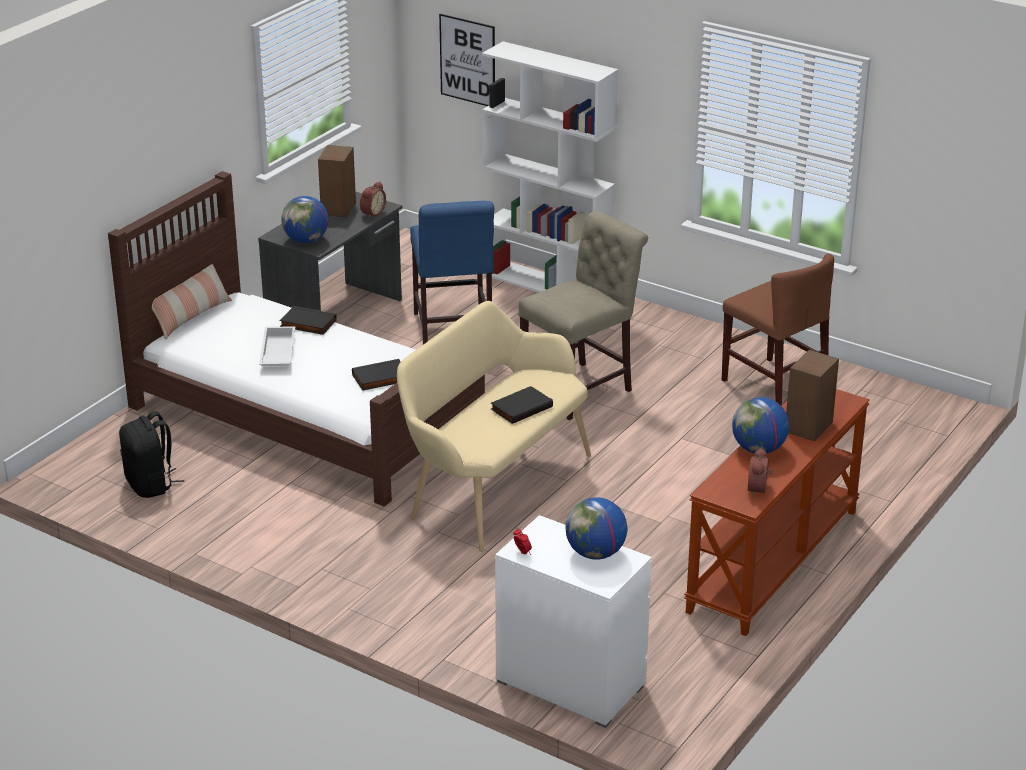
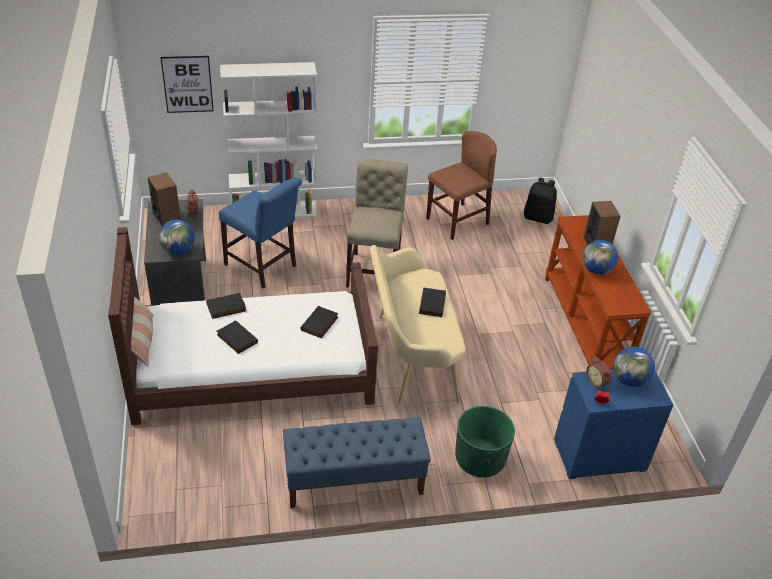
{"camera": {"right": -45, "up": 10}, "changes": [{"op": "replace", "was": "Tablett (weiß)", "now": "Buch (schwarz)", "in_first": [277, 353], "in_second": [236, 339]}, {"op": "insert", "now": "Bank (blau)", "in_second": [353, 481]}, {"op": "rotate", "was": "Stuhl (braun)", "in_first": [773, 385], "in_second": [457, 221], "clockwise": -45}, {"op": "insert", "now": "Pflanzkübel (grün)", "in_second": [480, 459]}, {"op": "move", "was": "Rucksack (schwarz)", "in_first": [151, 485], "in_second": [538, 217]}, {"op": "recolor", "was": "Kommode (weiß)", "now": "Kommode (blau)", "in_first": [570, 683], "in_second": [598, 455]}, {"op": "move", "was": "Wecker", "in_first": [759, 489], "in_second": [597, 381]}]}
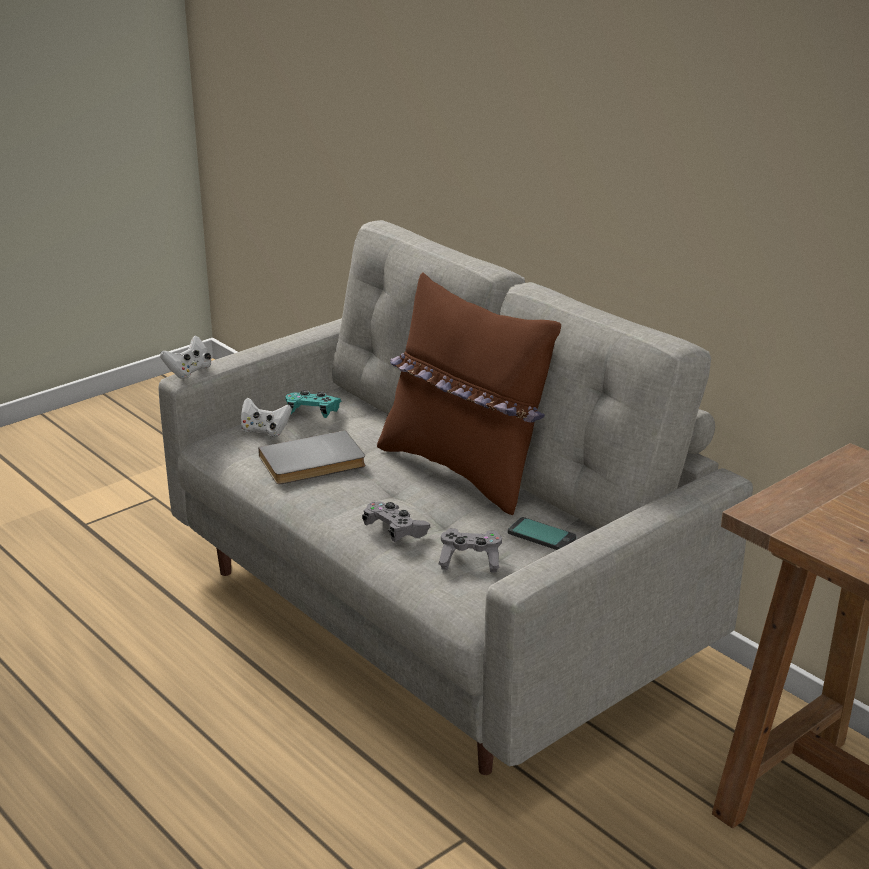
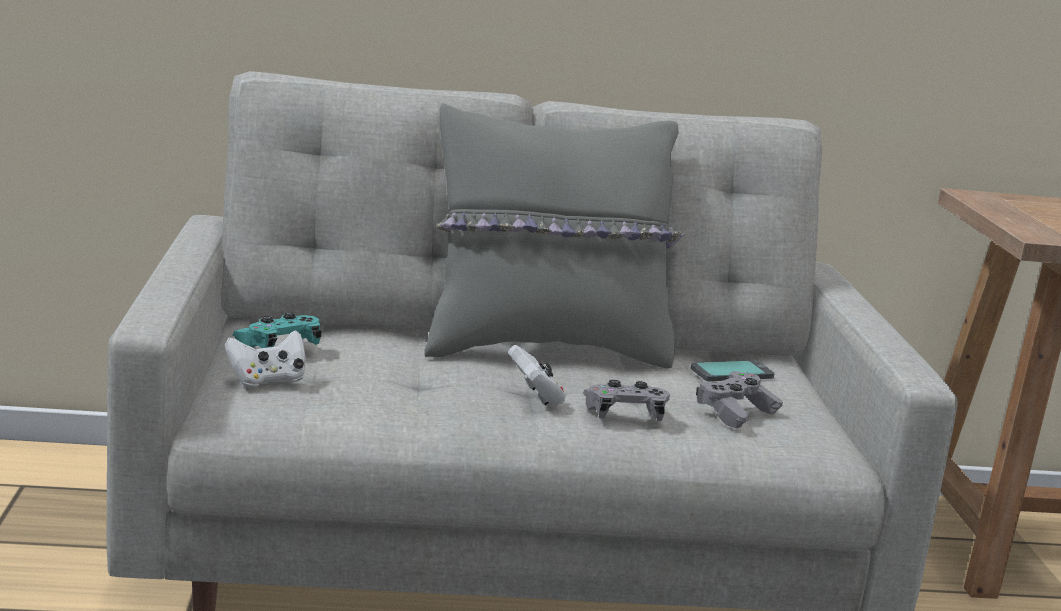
{"camera": {"right": -55, "up": -10}, "changes": [{"op": "recolor", "was": "Kissen (braun)", "now": "Kissen (grau)", "in_first": [464, 470], "in_second": [545, 349]}, {"op": "move", "was": "Gamepad (weiß)", "in_first": [189, 371], "in_second": [536, 397]}, {"op": "delete", "was": "Buch (grau)", "in_first": [313, 463]}]}
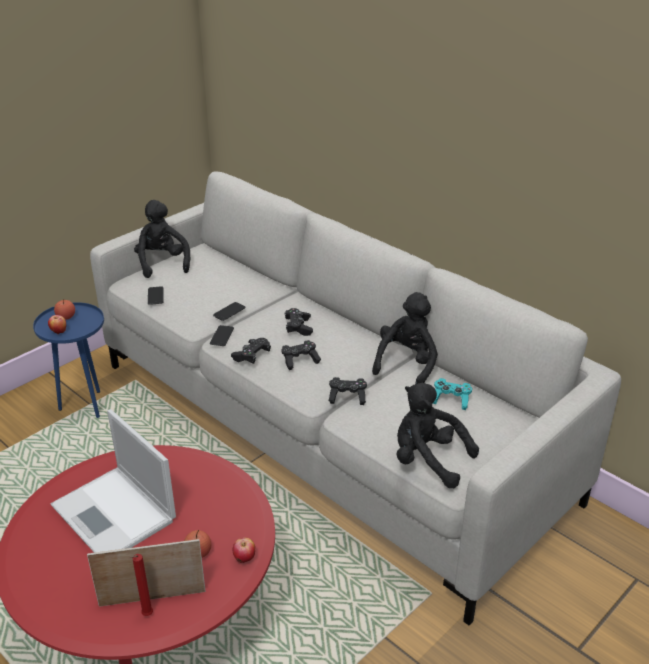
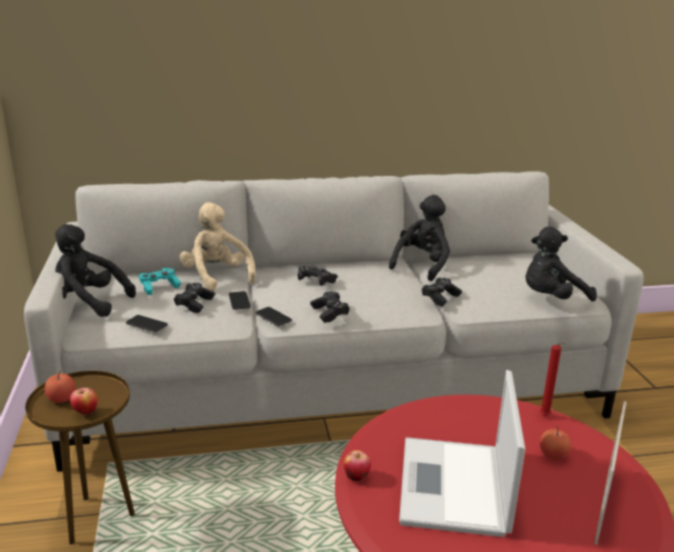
{"camera": {"right": -55, "up": -10}, "changes": [{"op": "recolor", "was": "Beistelltisch (blau)", "now": "Beistelltisch (braun)", "in_first": [85, 406], "in_second": [97, 518]}, {"op": "move", "was": "Gamepad (türkis)", "in_first": [451, 400], "in_second": [159, 287]}, {"op": "move", "was": "Gamepad (schwarz)", "in_first": [300, 360], "in_second": [195, 304]}, {"op": "insert", "now": "Plüschtier (beige)", "in_second": [216, 277]}, {"op": "move", "was": "Apfel", "in_first": [244, 559], "in_second": [357, 477]}, {"op": "rotate", "was": "Plüschtier (schwarz)", "in_first": [407, 363], "in_second": [422, 265], "clockwise": 60}, {"op": "rotate", "was": "Laptop", "in_first": [115, 514], "in_second": [454, 488], "clockwise": 105}, {"op": "move", "was": "Kerze (rot)", "in_first": [146, 615], "in_second": [545, 417]}]}
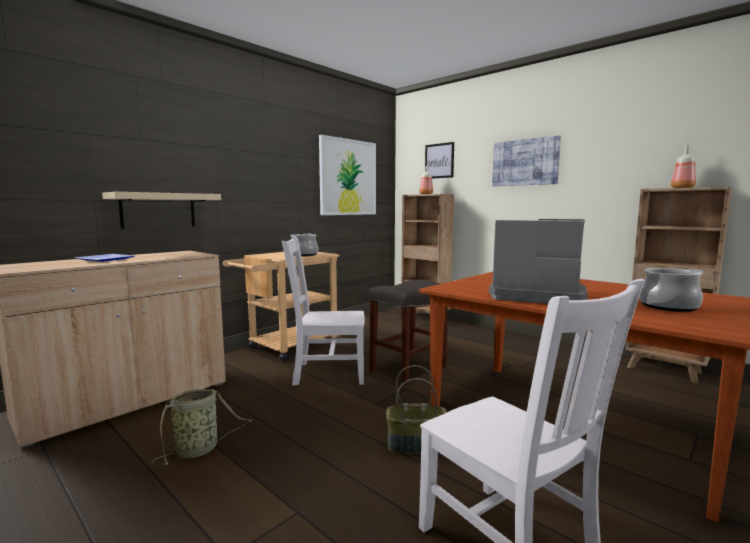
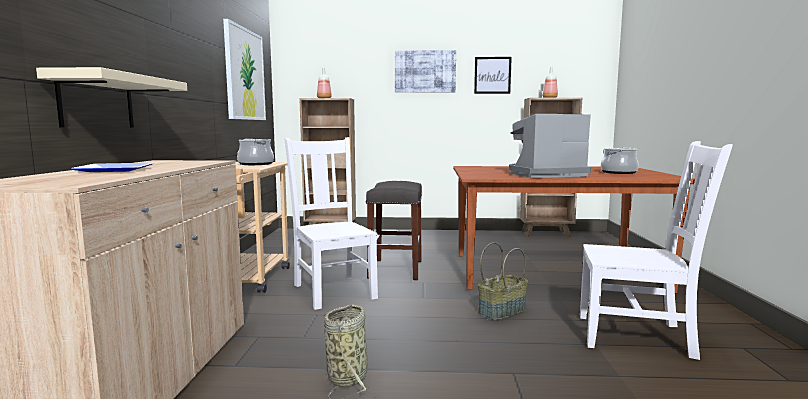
{"camera": {"right": -40, "up": 0}, "changes": [{"op": "rotate", "was": "Stuhl (weiß)", "in_first": [326, 373], "in_second": [333, 290], "clockwise": 105}, {"op": "move", "was": "Bild", "in_first": [439, 161], "in_second": [492, 75]}]}
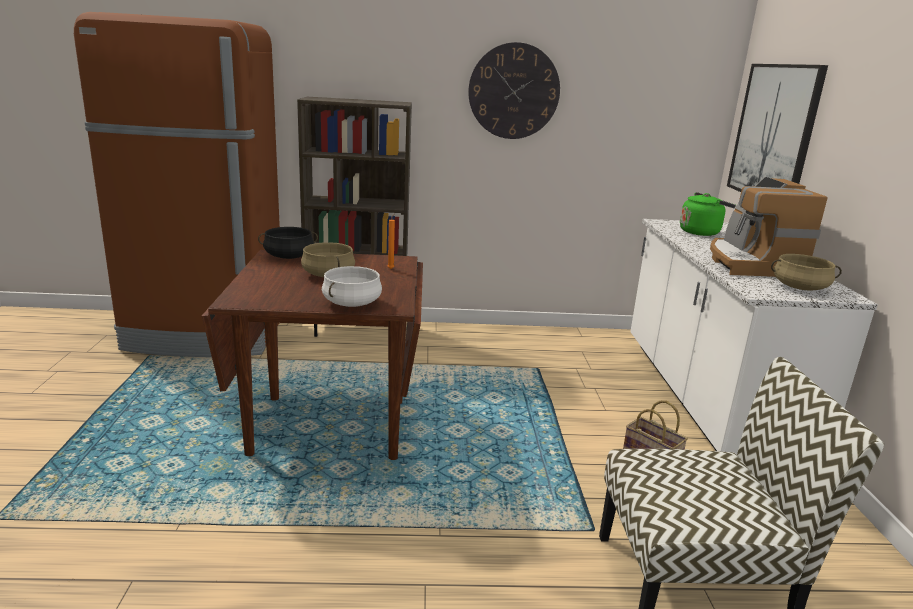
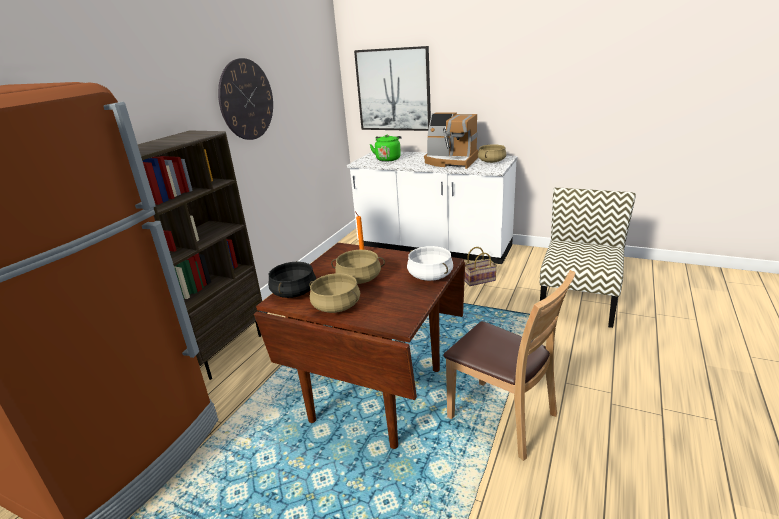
{"camera": {"right": -60, "up": 5}, "changes": [{"op": "insert", "now": "Kochtopf (beige)", "in_second": [336, 306]}, {"op": "insert", "now": "Stuhl (braun)", "in_second": [502, 417]}]}
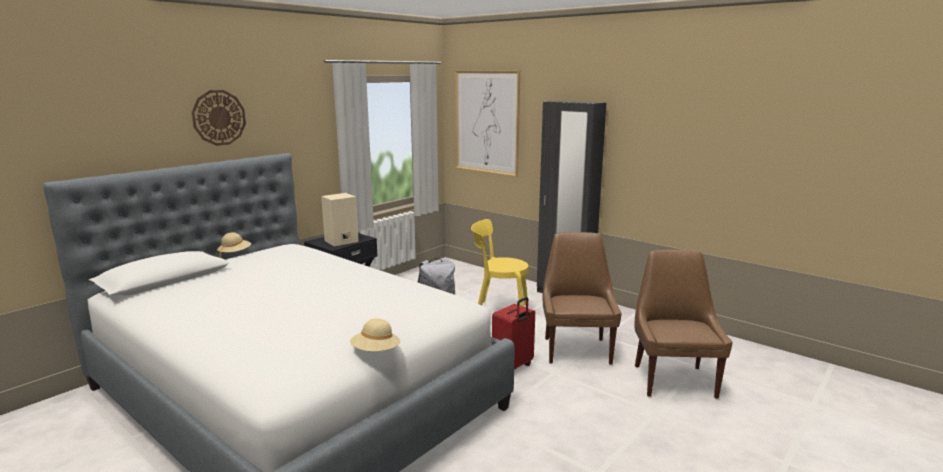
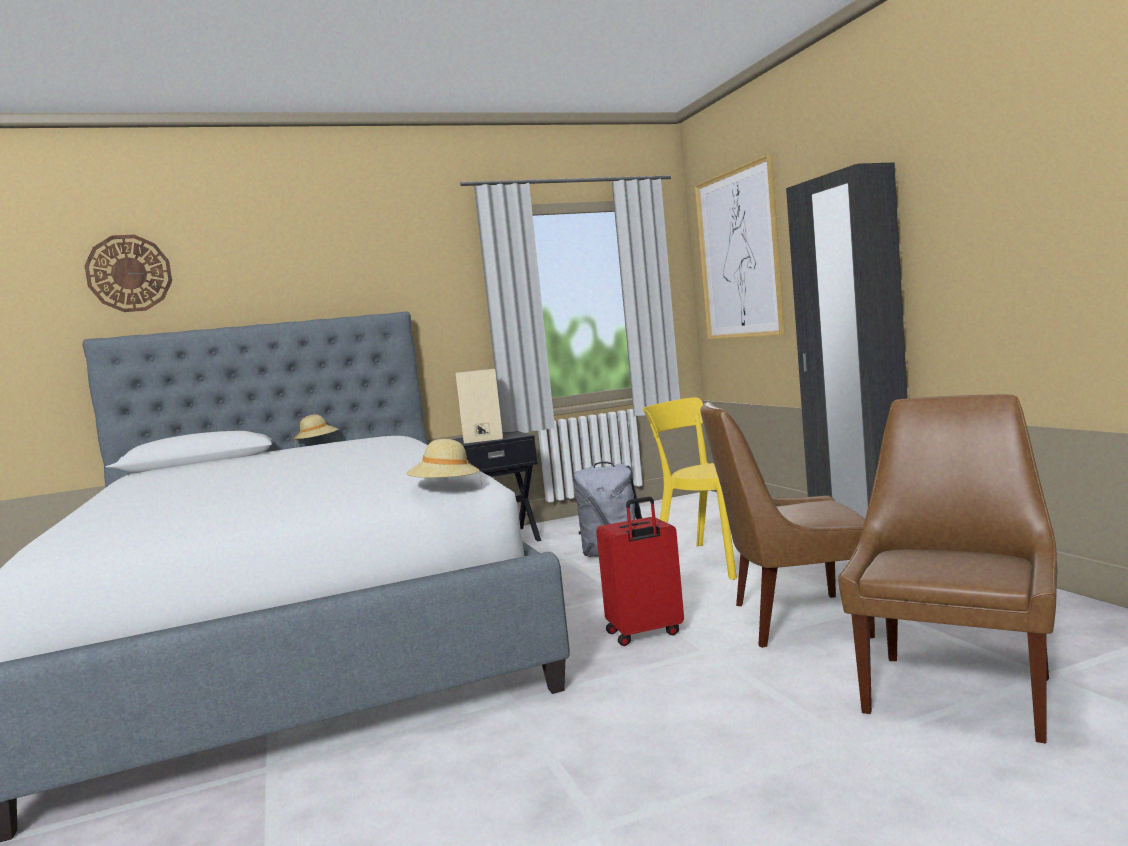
{"camera": {"right": 30, "up": -10}, "changes": [{"op": "move", "was": "Wanduhr", "in_first": [219, 117], "in_second": [129, 273]}, {"op": "move", "was": "Hut (beige)", "in_first": [375, 352], "in_second": [445, 490]}, {"op": "rotate", "was": "Stuhl (braun)", "in_first": [576, 349], "in_second": [793, 621], "clockwise": -120}]}
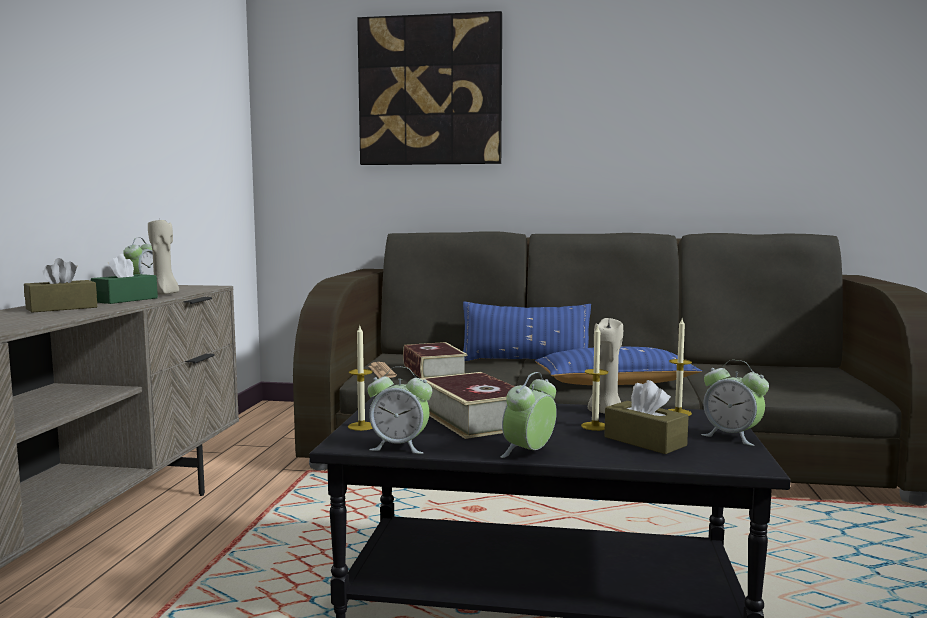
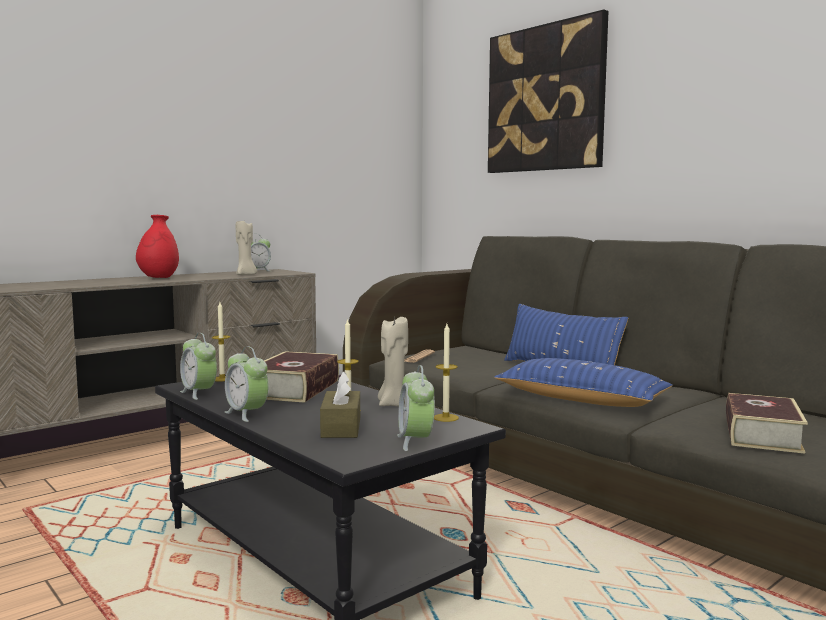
{"camera": {"right": 40, "up": 0}, "changes": [{"op": "replace", "was": "Taschentuchbox (braun)", "now": "Vase (rot)", "in_first": [62, 308], "in_second": [158, 278]}, {"op": "rotate", "was": "Wecker", "in_first": [529, 453], "in_second": [247, 414], "clockwise": -120}, {"op": "move", "was": "Buch", "in_first": [434, 370], "in_second": [762, 435]}, {"op": "delete", "was": "Taschentuchbox (grün)", "in_first": [125, 300]}]}
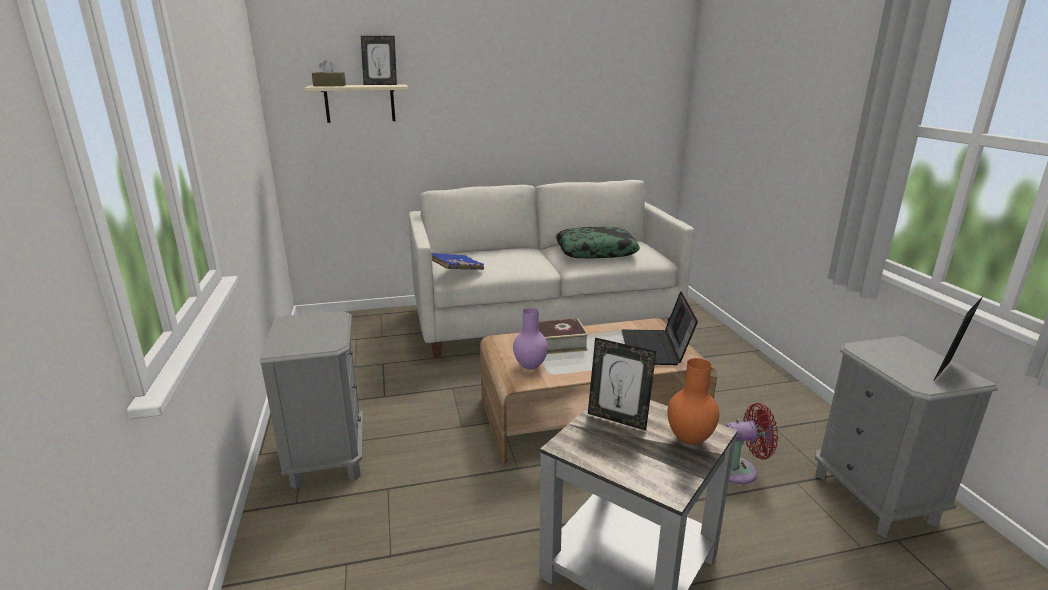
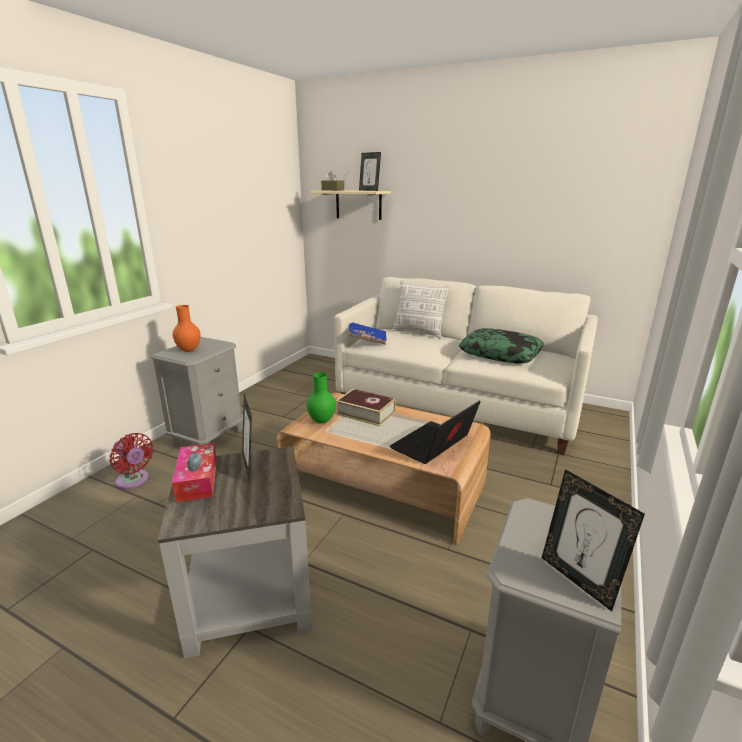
{"camera": {"right": 40, "up": 0}, "changes": [{"op": "move", "was": "Ventilator (rot)", "in_first": [740, 470], "in_second": [134, 481]}, {"op": "move", "was": "Vase (orange)", "in_first": [688, 440], "in_second": [188, 350]}, {"op": "insert", "now": "Taschentuchbox", "in_second": [197, 480]}, {"op": "recolor", "was": "Vase (lila)", "now": "Vase (grün)", "in_first": [531, 366], "in_second": [322, 421]}, {"op": "insert", "now": "Kissen", "in_second": [419, 333]}, {"op": "rotate", "was": "Bilderrahmen", "in_first": [947, 373], "in_second": [578, 580], "clockwise": -120}]}
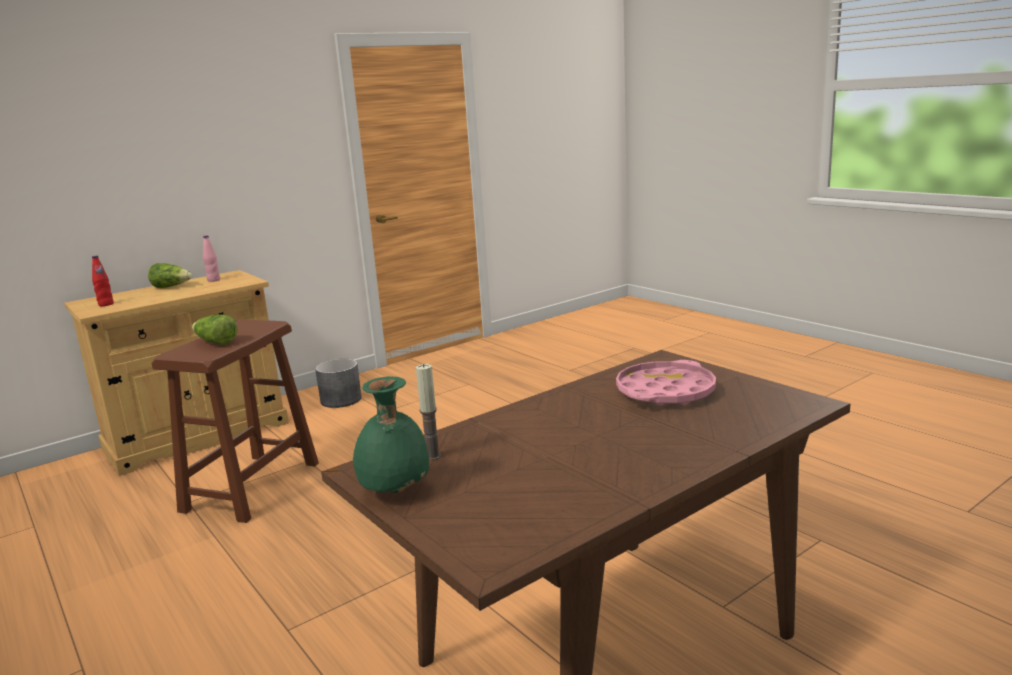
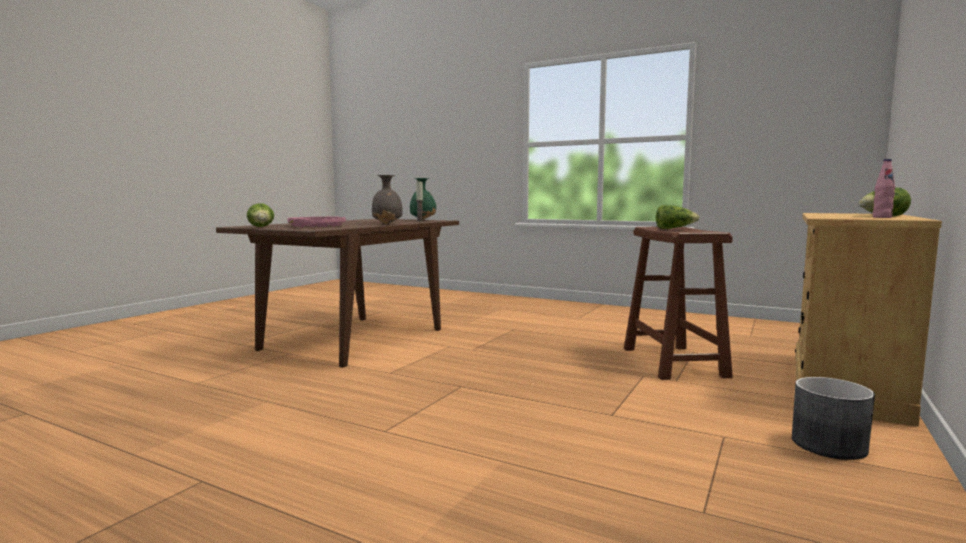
{"camera": {"right": 155, "up": -10}, "changes": [{"op": "insert", "now": "Salatkopf", "in_second": [262, 227]}, {"op": "insert", "now": "Vase (grau)", "in_second": [388, 224]}, {"op": "delete", "was": "Flasche (rot)", "in_first": [106, 304]}]}
